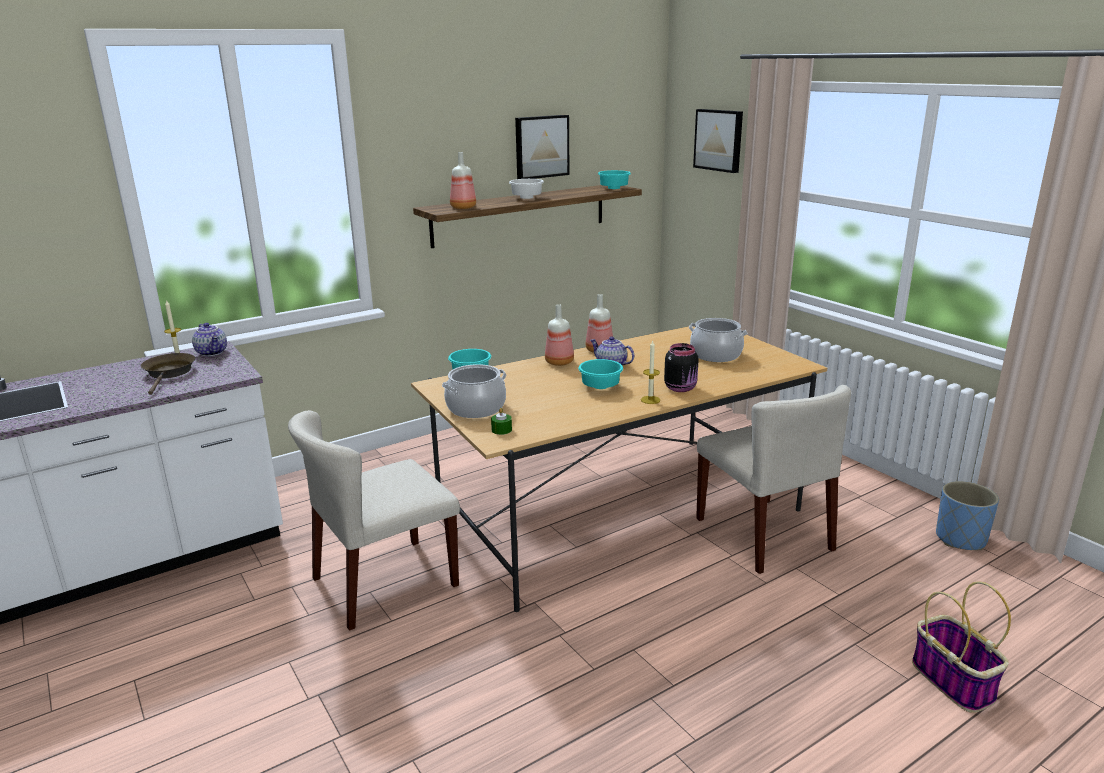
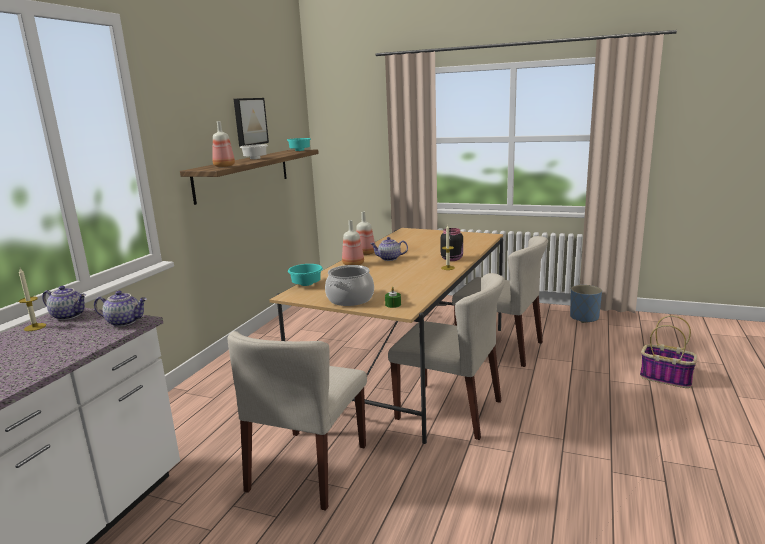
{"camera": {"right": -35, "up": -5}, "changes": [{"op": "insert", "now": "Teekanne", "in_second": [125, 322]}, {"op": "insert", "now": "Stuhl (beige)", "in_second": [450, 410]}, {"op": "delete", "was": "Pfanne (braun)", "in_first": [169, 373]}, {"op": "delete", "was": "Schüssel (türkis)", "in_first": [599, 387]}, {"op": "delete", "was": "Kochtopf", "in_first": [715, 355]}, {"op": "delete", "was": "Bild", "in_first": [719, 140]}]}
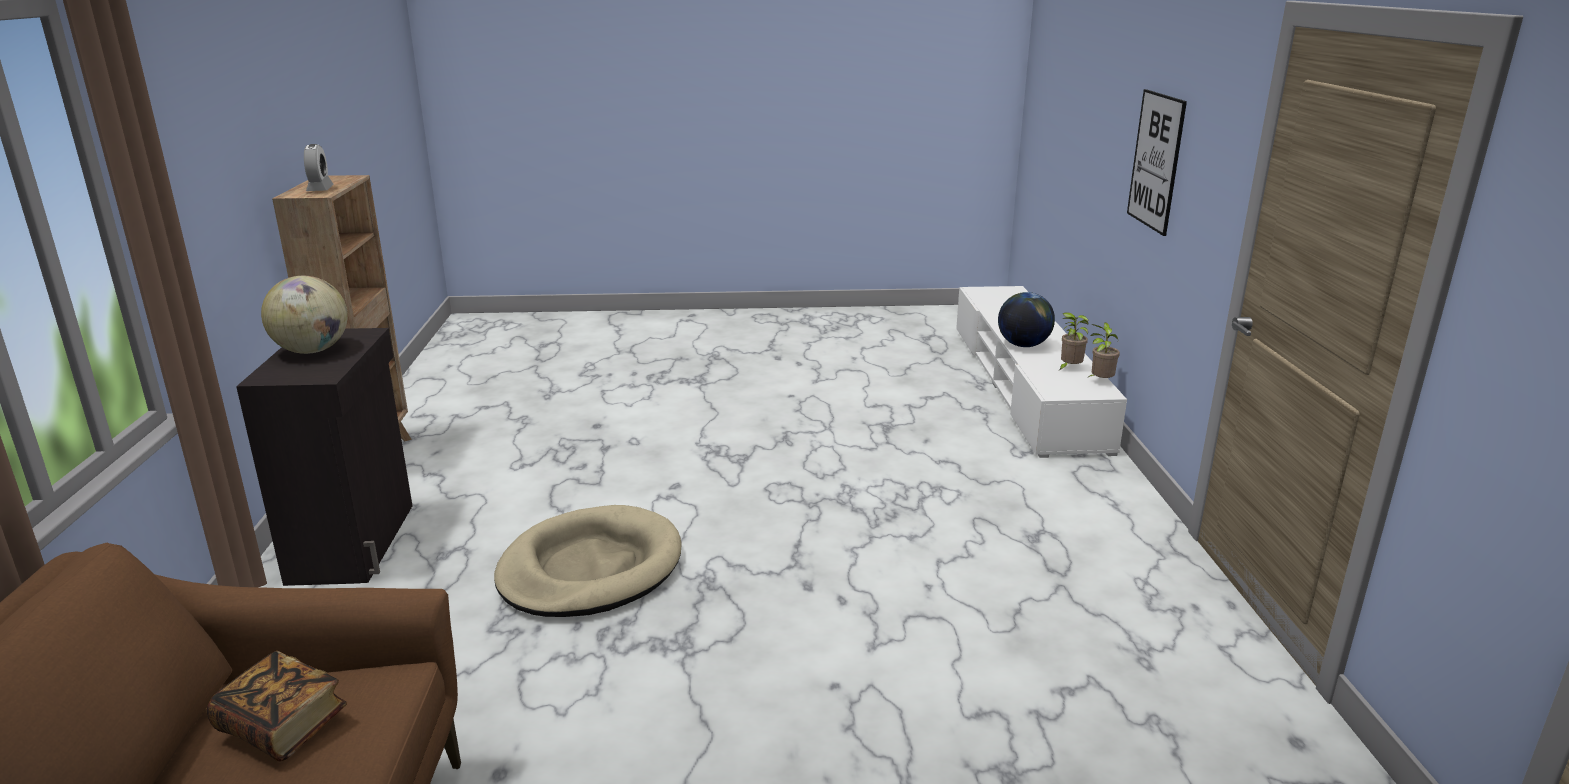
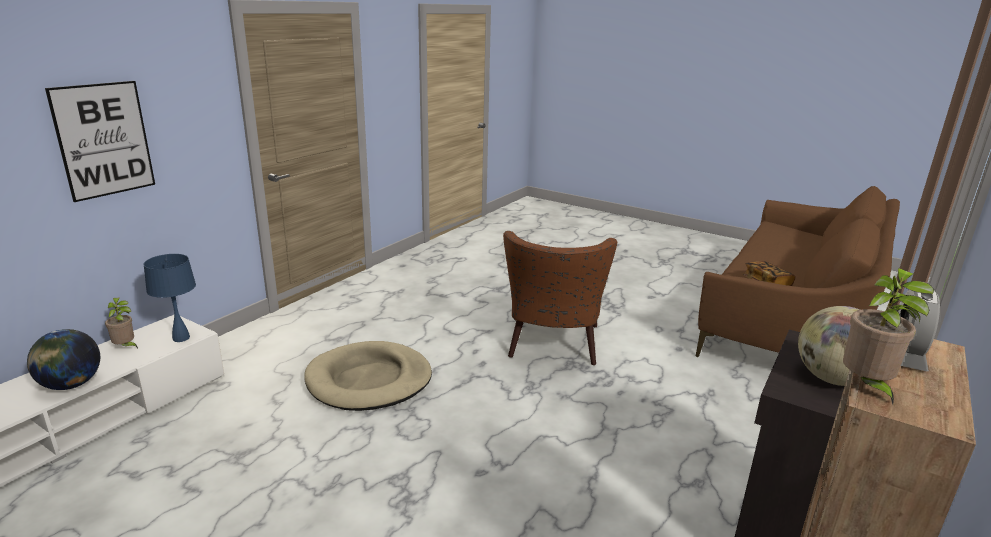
{"camera": {"right": -145, "up": 0}, "changes": [{"op": "insert", "now": "Tischlampe (blau)", "in_second": [181, 338]}, {"op": "move", "was": "Hundebett (beige)", "in_first": [590, 569], "in_second": [369, 380]}, {"op": "insert", "now": "Sessel (braun)", "in_second": [552, 347]}, {"op": "move", "was": "Topfpflanze", "in_first": [1100, 382], "in_second": [866, 387]}]}
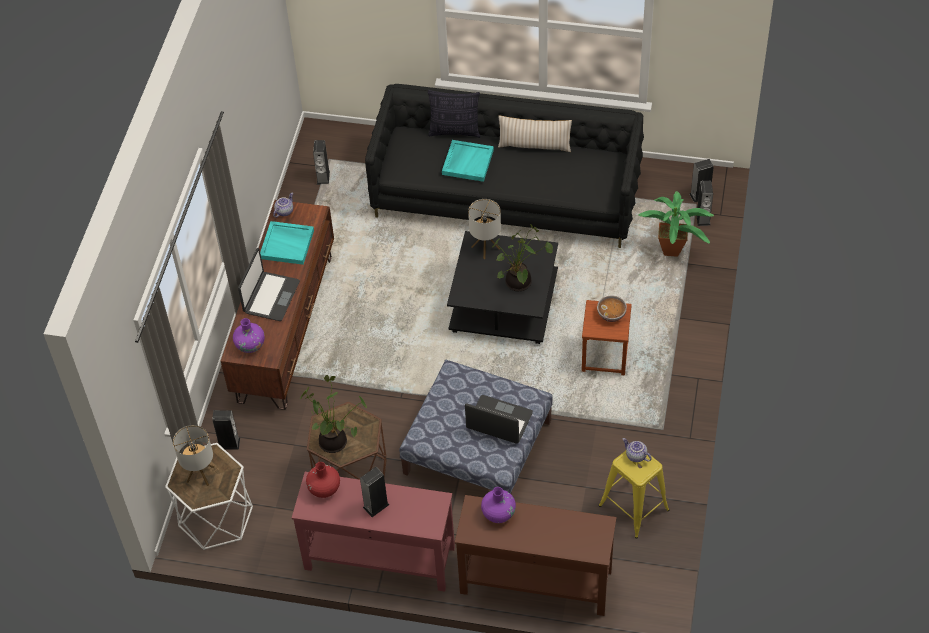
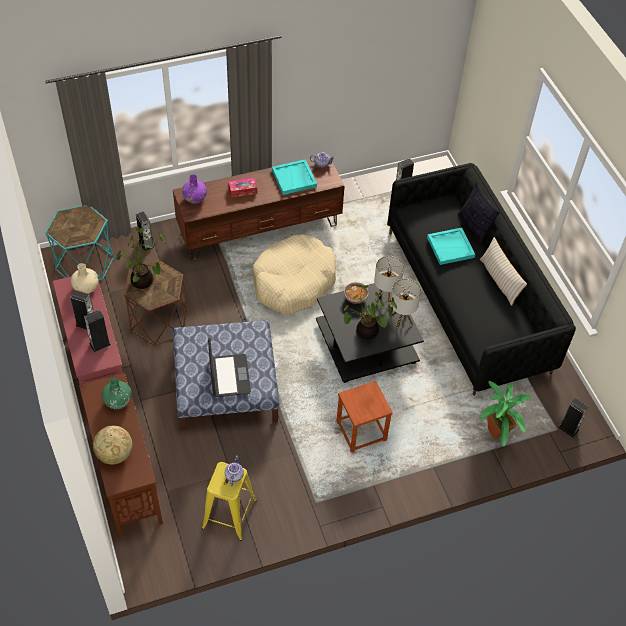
{"camera": {"right": 55, "up": 0}, "changes": [{"op": "recolor", "was": "Beistelltisch (weiß)", "now": "Beistelltisch (türkis)", "in_first": [216, 516], "in_second": [85, 264]}, {"op": "recolor", "was": "Vase (rot)", "now": "Vase (beige)", "in_first": [324, 488], "in_second": [86, 288]}, {"op": "move", "was": "Lautsprecher", "in_first": [703, 218], "in_second": [100, 344]}, {"op": "insert", "now": "Globus", "in_second": [114, 454]}, {"op": "recolor", "was": "Vase (lila)", "now": "Vase (grün)", "in_first": [498, 513], "in_second": [118, 401]}, {"op": "replace", "was": "Laptop", "now": "Taschentuchbox", "in_first": [271, 297], "in_second": [243, 190]}, {"op": "insert", "now": "Hundebett (beige)", "in_second": [293, 282]}, {"op": "move", "was": "Schüssel", "in_first": [611, 314], "in_second": [355, 298]}, {"op": "move", "was": "Tischlampe", "in_first": [200, 474], "in_second": [401, 320]}]}
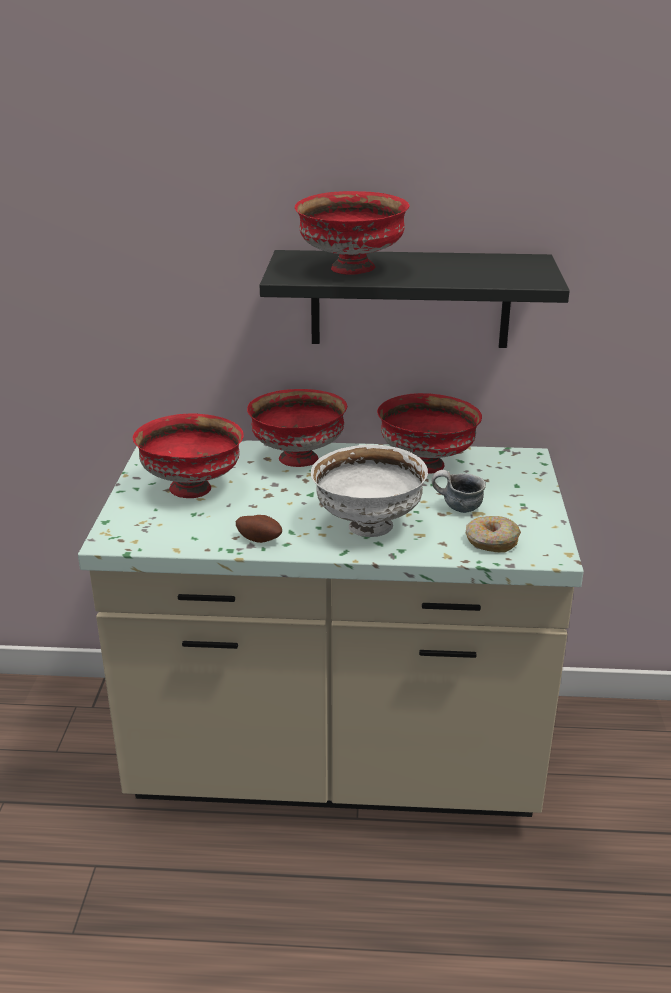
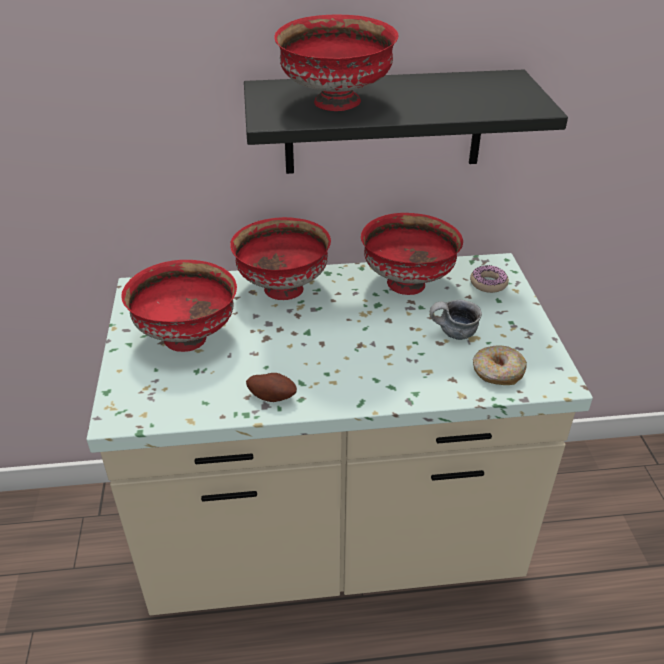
{"camera": {"right": -10, "up": 10}, "changes": [{"op": "insert", "now": "Donut", "in_second": [488, 283]}, {"op": "delete", "was": "Schüssel (weiß)", "in_first": [368, 527]}]}
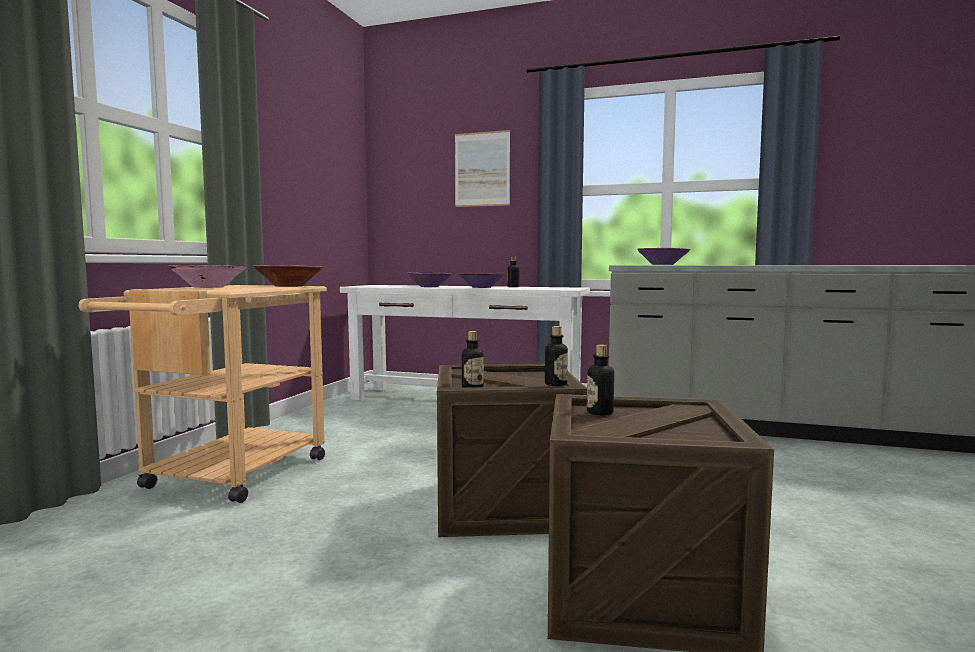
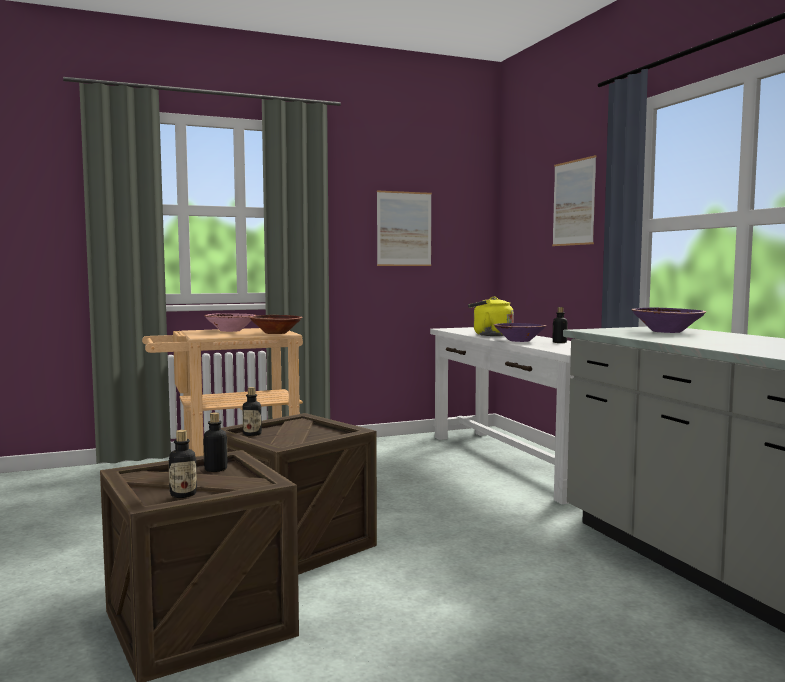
{"camera": {"right": 50, "up": 0}, "changes": [{"op": "move", "was": "Flasche", "in_first": [556, 384], "in_second": [183, 494]}, {"op": "insert", "now": "Bild", "in_second": [404, 229]}, {"op": "replace", "was": "Schüssel (lila)", "now": "Wasserkessel (gelb)", "in_first": [429, 286], "in_second": [490, 335]}]}
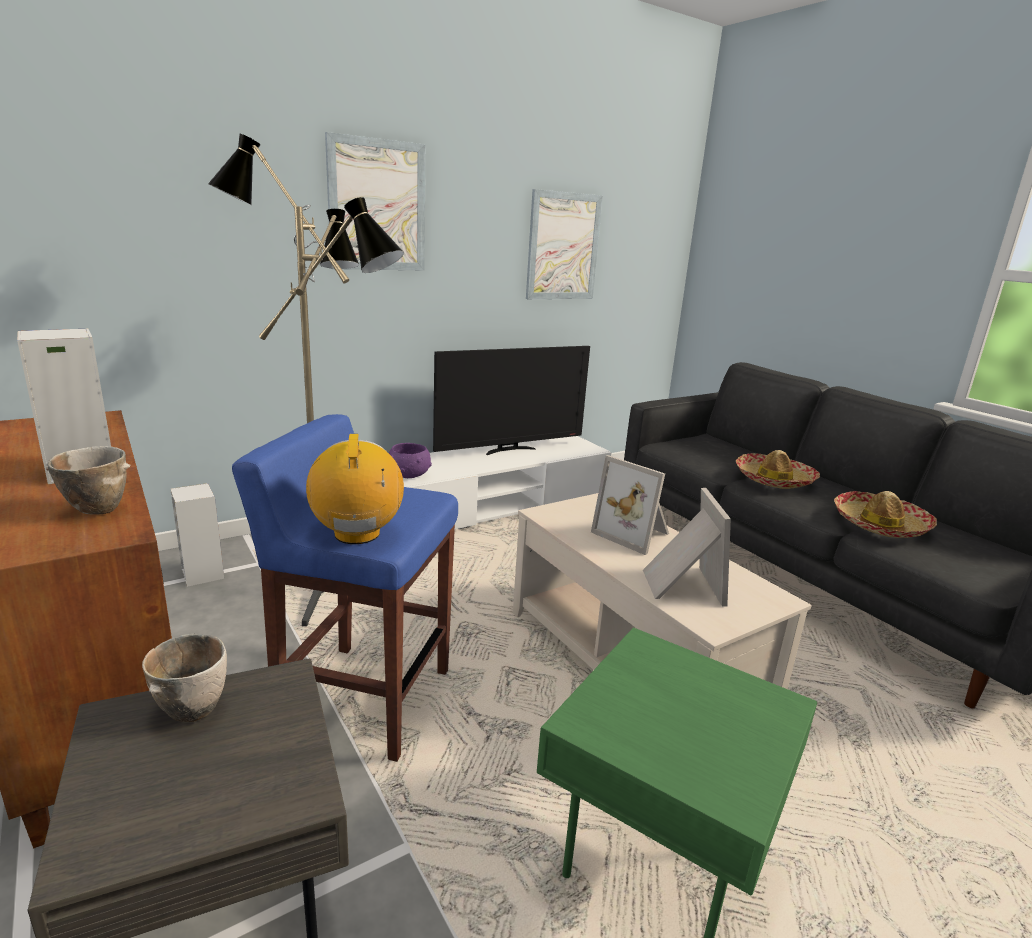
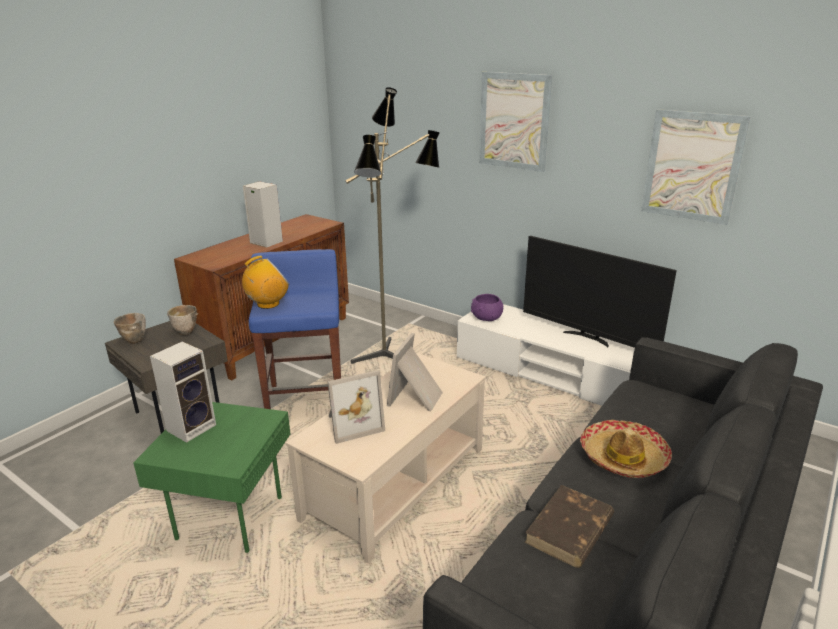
{"camera": {"right": 70, "up": 5}, "changes": [{"op": "move", "was": "Schüssel", "in_first": [95, 510], "in_second": [134, 340]}, {"op": "move", "was": "Lautsprecher", "in_first": [201, 573], "in_second": [192, 426]}, {"op": "replace", "was": "Hut", "now": "Buch (braun)", "in_first": [880, 524], "in_second": [569, 530]}]}
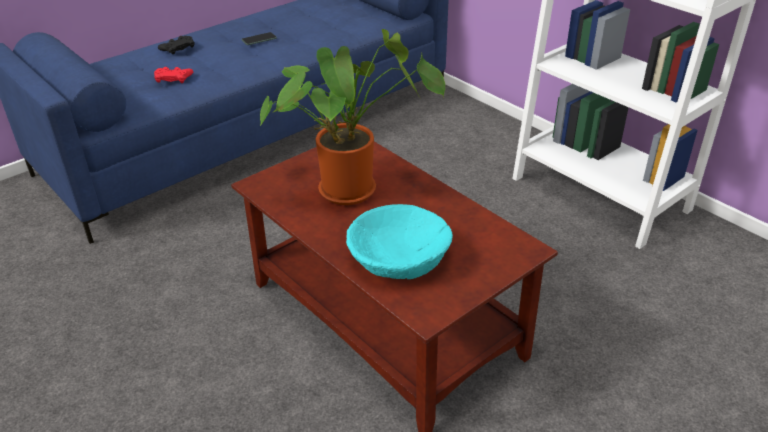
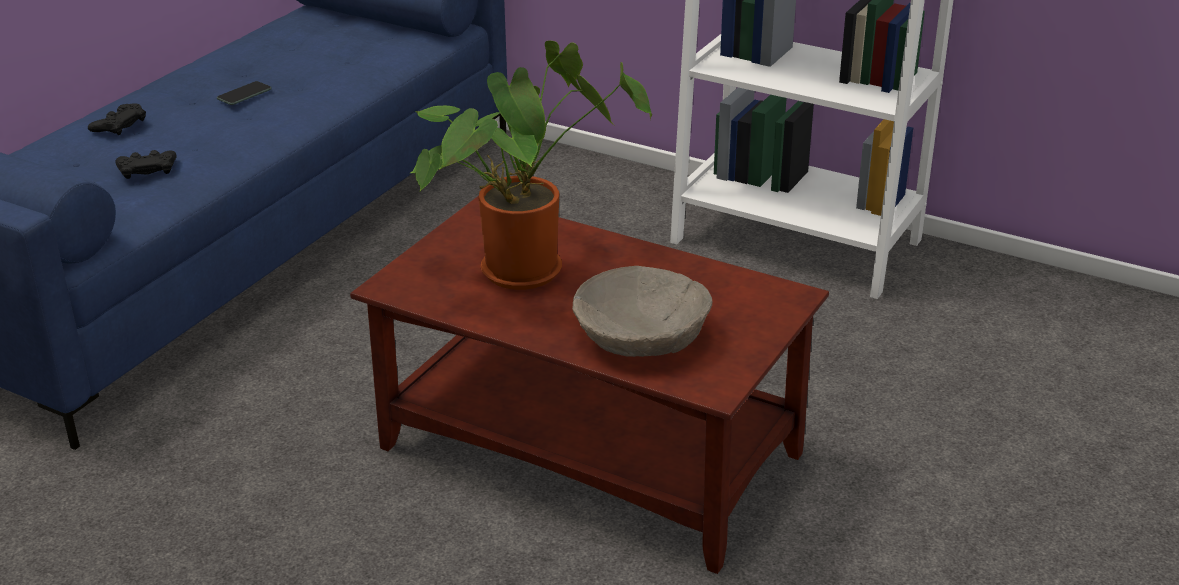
{"camera": {"right": -20, "up": -5}, "changes": [{"op": "recolor", "was": "Gamepad (rot)", "now": "Gamepad (schwarz)", "in_first": [173, 78], "in_second": [147, 169]}, {"op": "recolor", "was": "Schüssel (türkis)", "now": "Schüssel (beige)", "in_first": [398, 258], "in_second": [641, 335]}]}
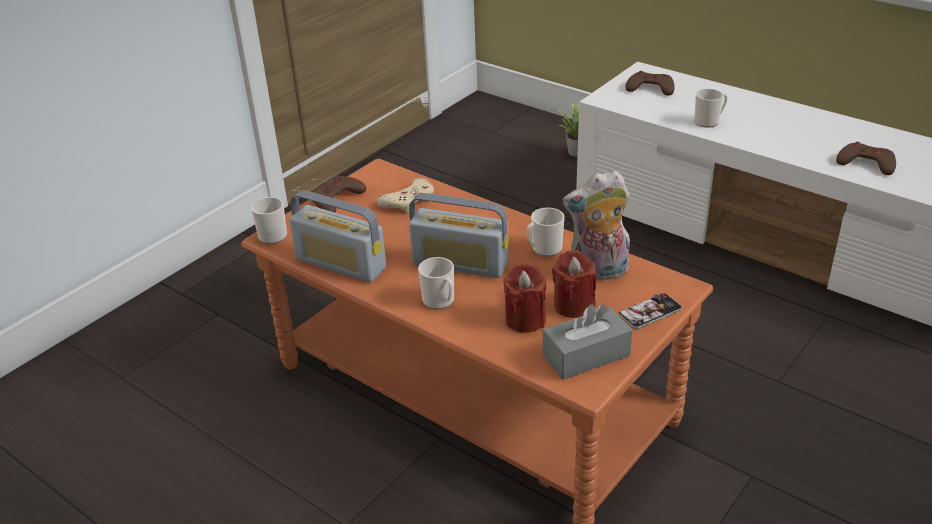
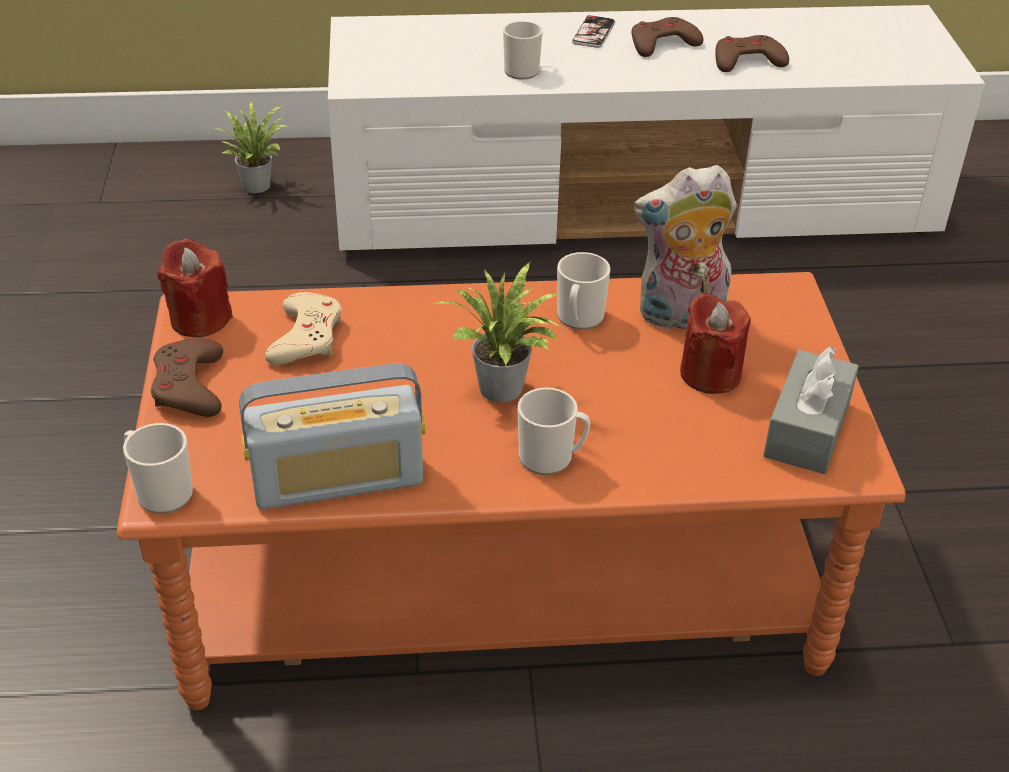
{"camera": {"right": -45, "up": 5}, "changes": [{"op": "move", "was": "Kerze (rot)", "in_first": [525, 319], "in_second": [200, 319]}, {"op": "replace", "was": "Radio", "now": "Topfpflanze", "in_first": [460, 263], "in_second": [503, 392]}, {"op": "move", "was": "Handy", "in_first": [650, 312], "in_second": [593, 33]}, {"op": "move", "was": "Gamepad (braun)", "in_first": [650, 88], "in_second": [662, 43]}, {"op": "rotate", "was": "Plüschtier", "in_first": [598, 272], "in_second": [679, 318], "clockwise": 45}]}
